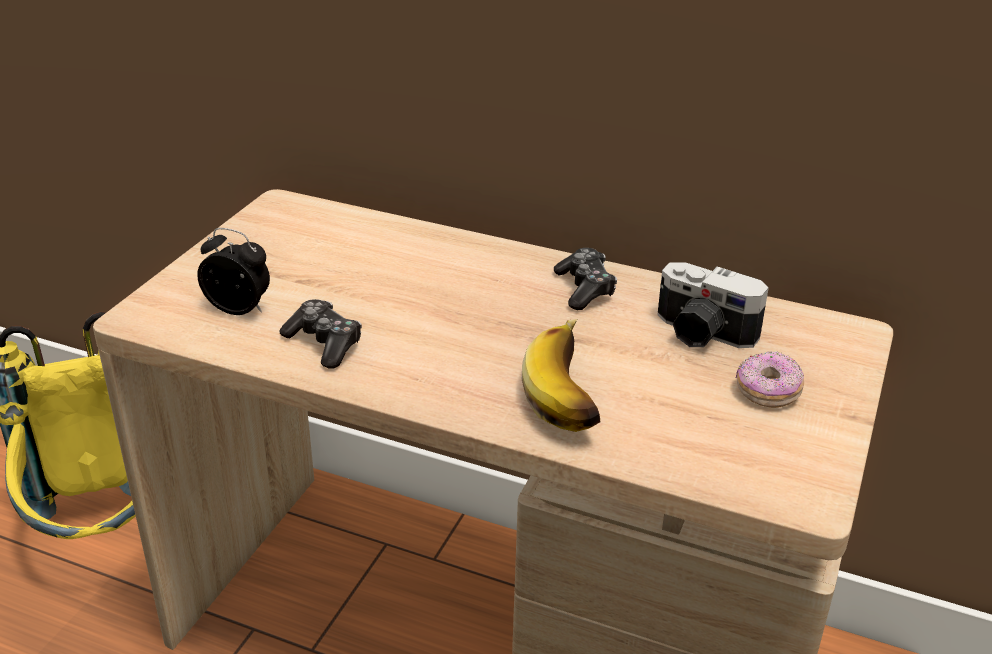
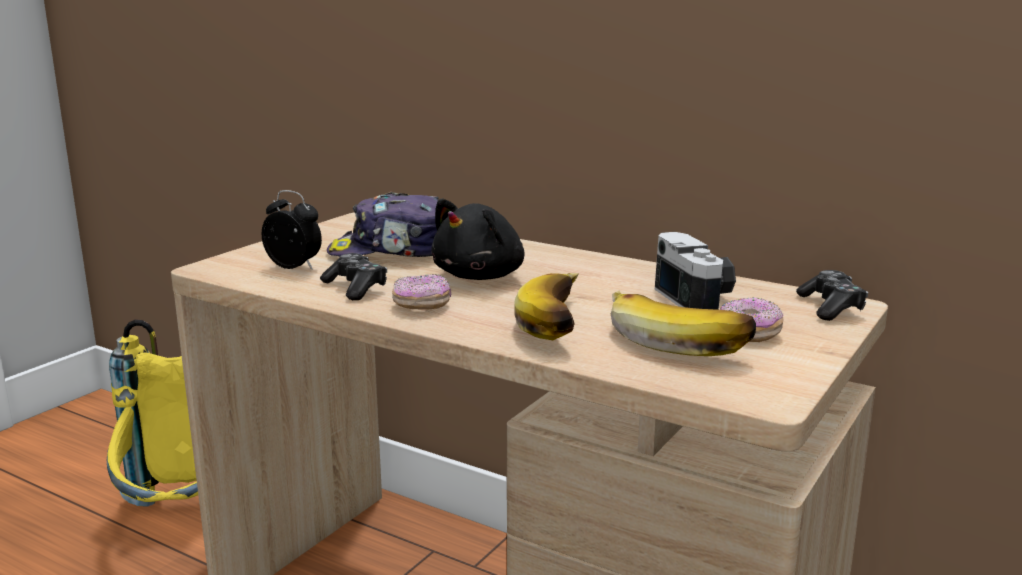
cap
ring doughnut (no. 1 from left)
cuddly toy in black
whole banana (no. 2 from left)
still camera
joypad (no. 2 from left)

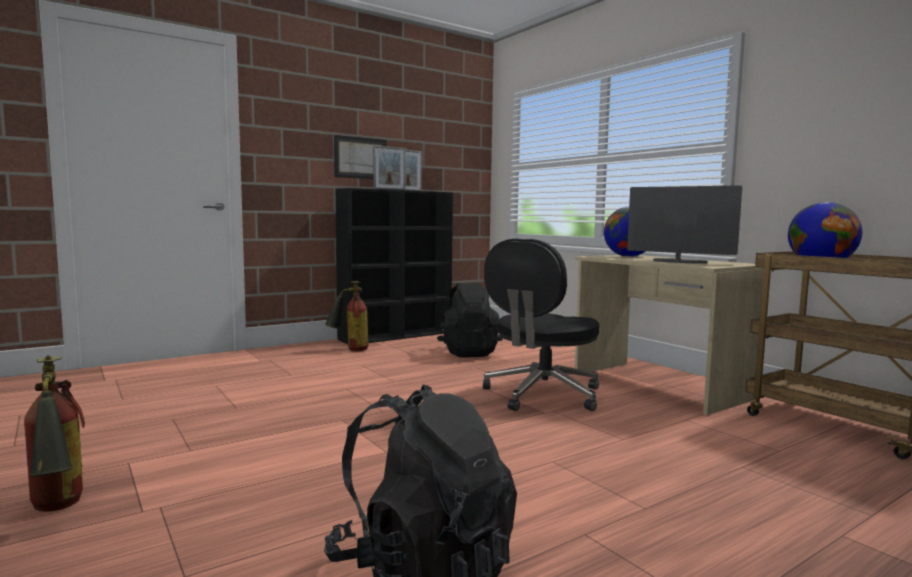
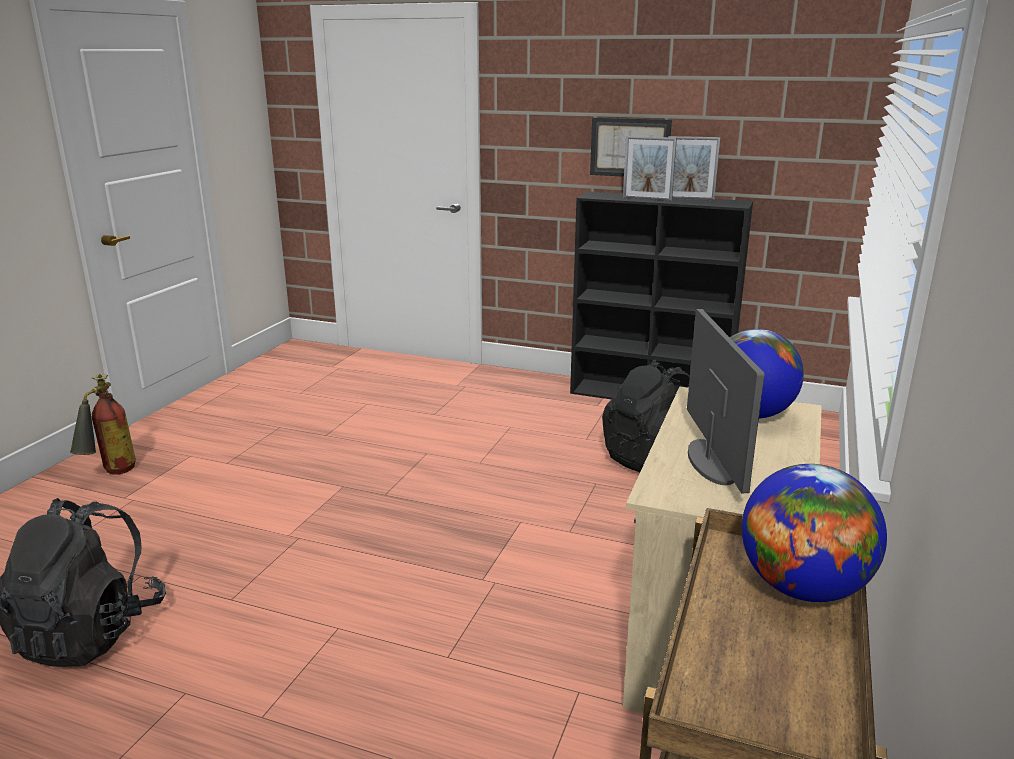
fire extinguisher (no. 2 from left in the first image)
desk chair in black

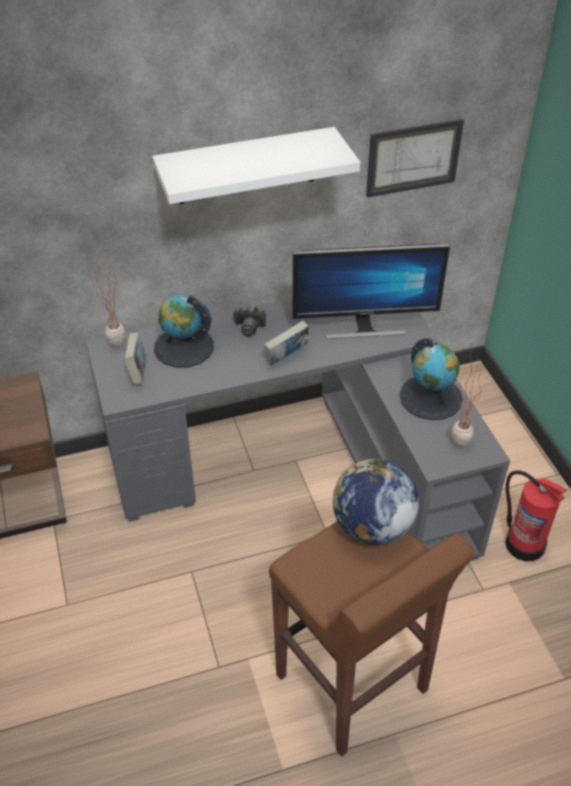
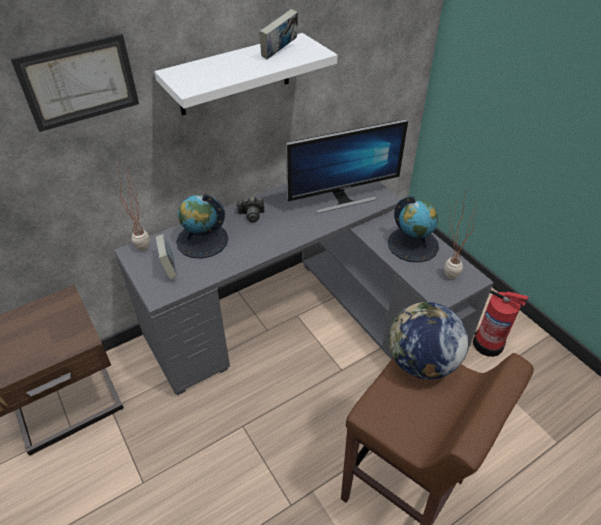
picture
bound book (no. 2 from left)

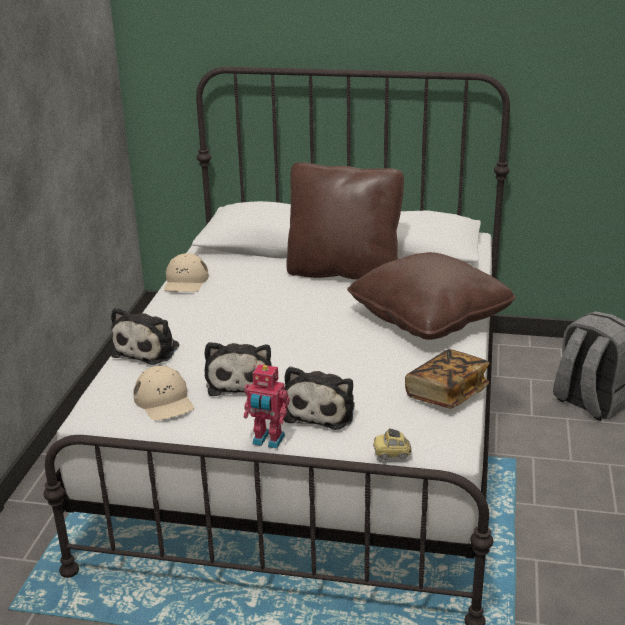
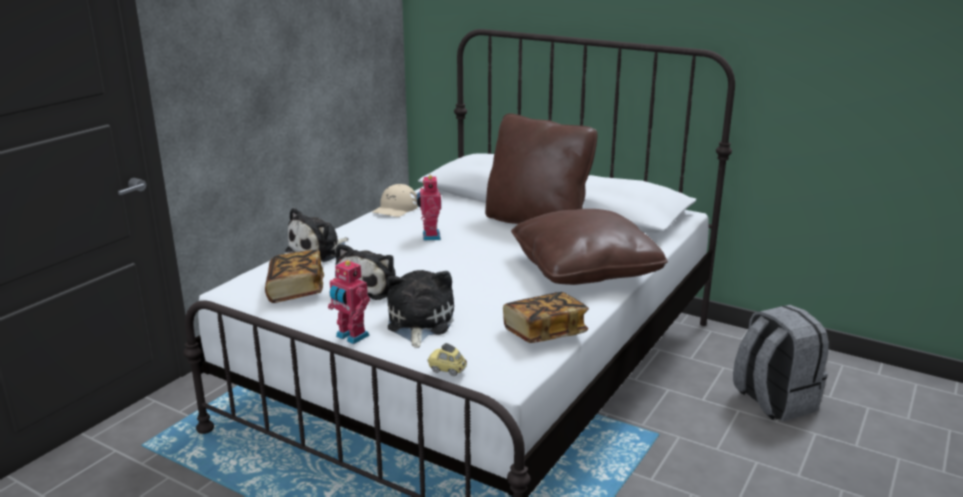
bound book (no. 1 from left)
cuddly toy (no. 3 from left)
toy robot (no. 2 from left)

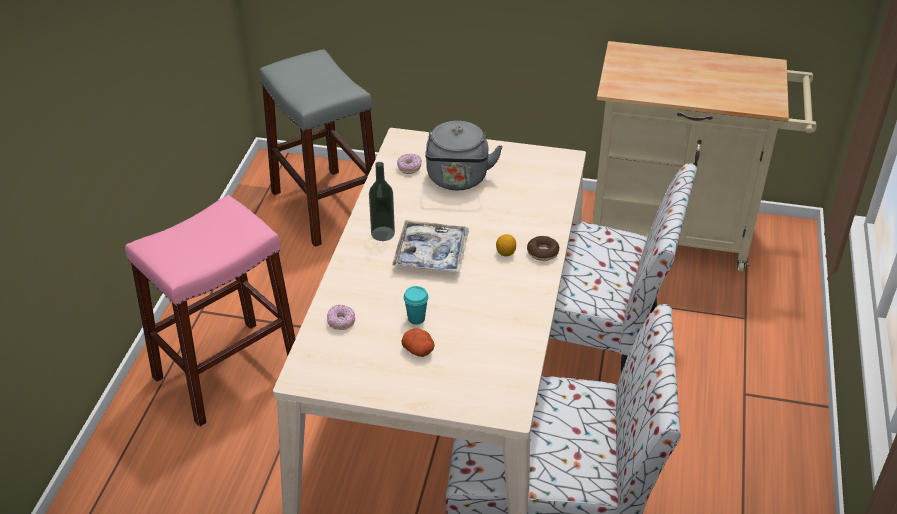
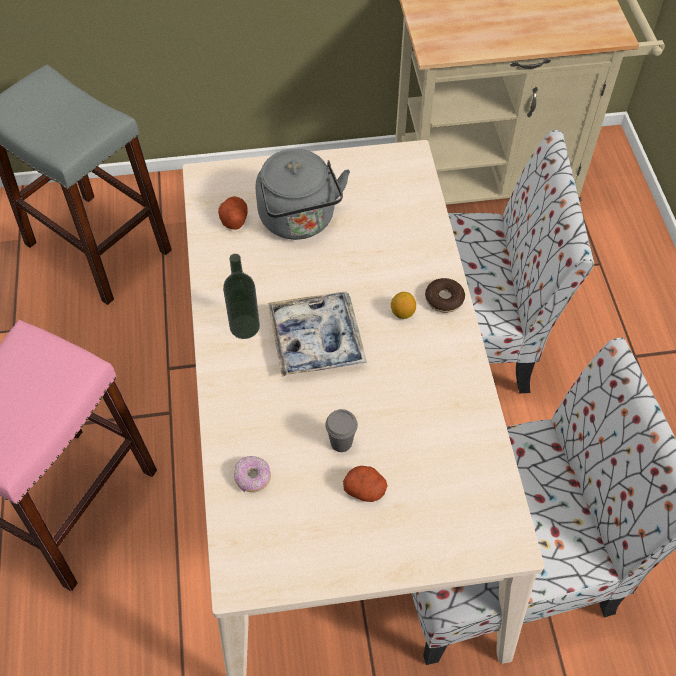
spud (no. 1 from left)
drinking cup in gray

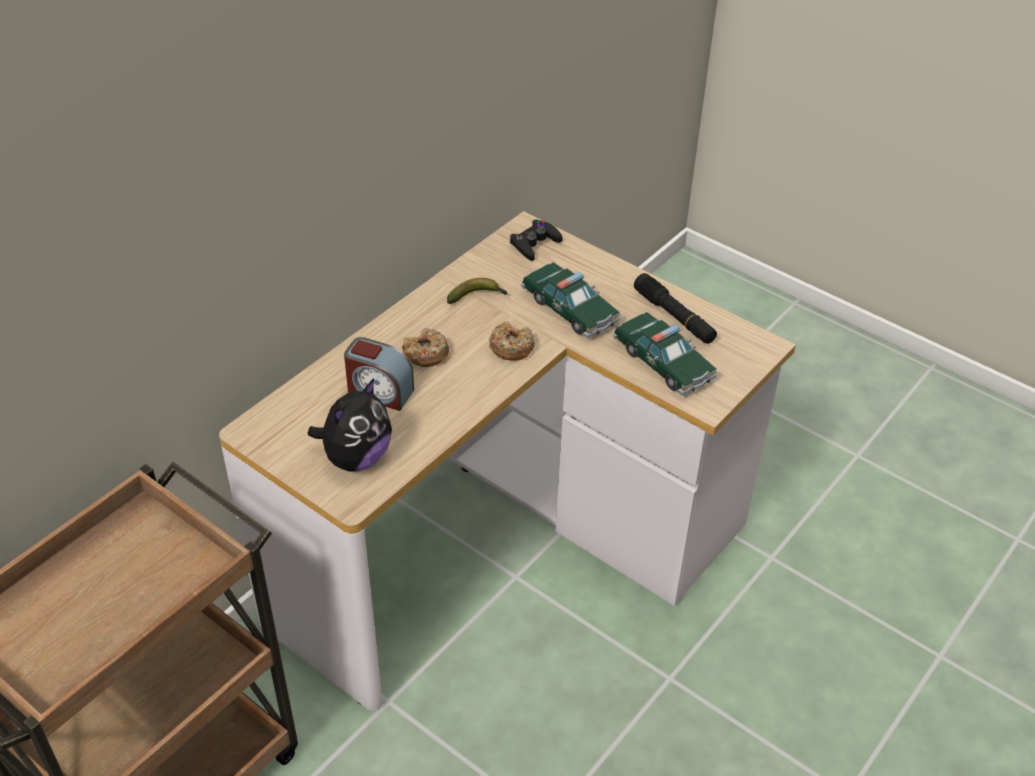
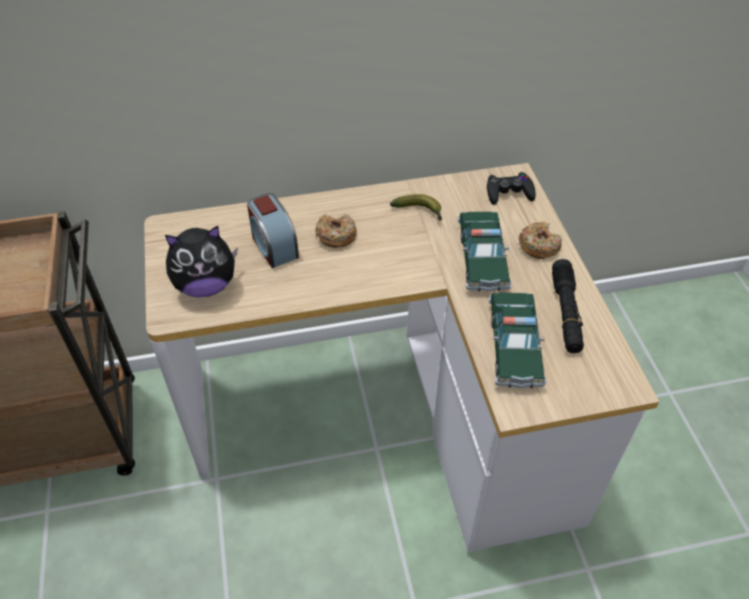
ring doughnut (no. 2 from left)

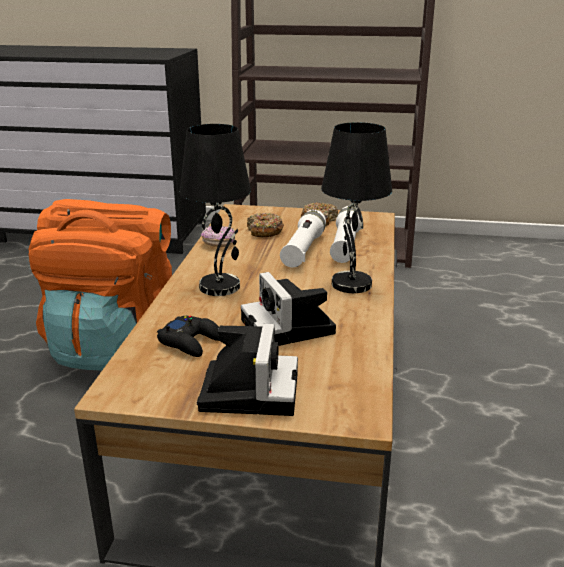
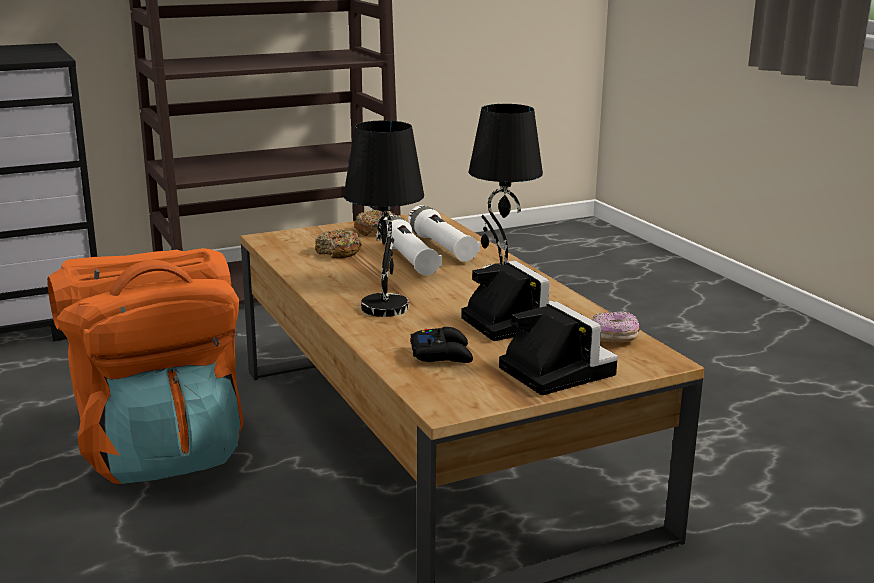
still camera (no. 1 from left)
ring doughnut (no. 3 from left)

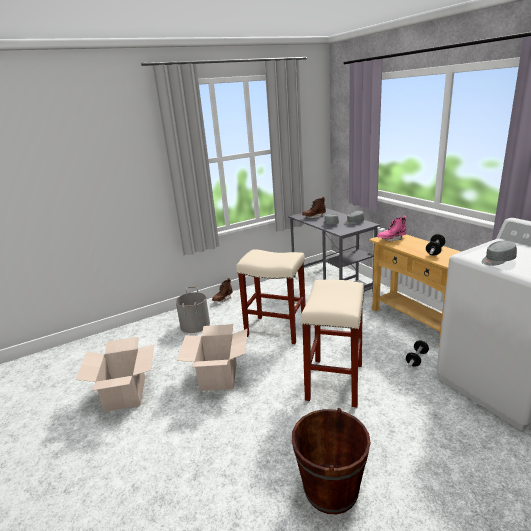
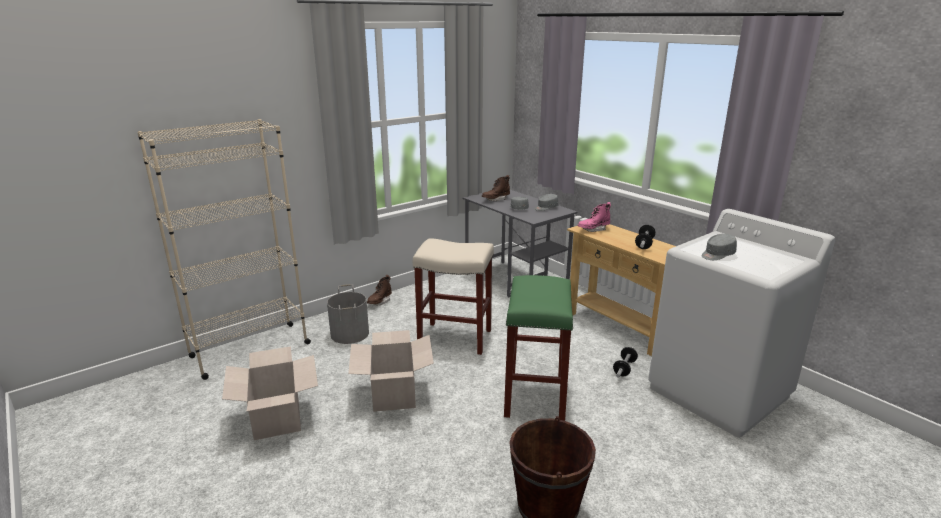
bookcase in beige
stool seat in green

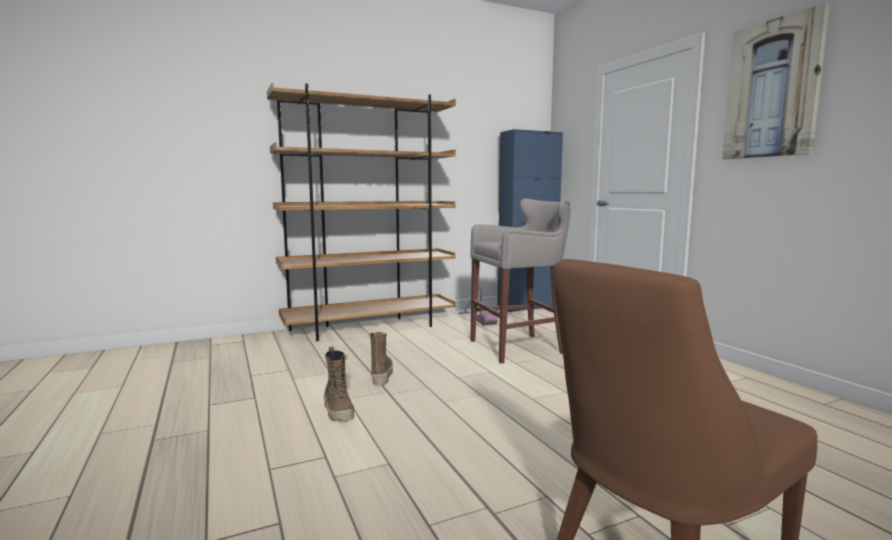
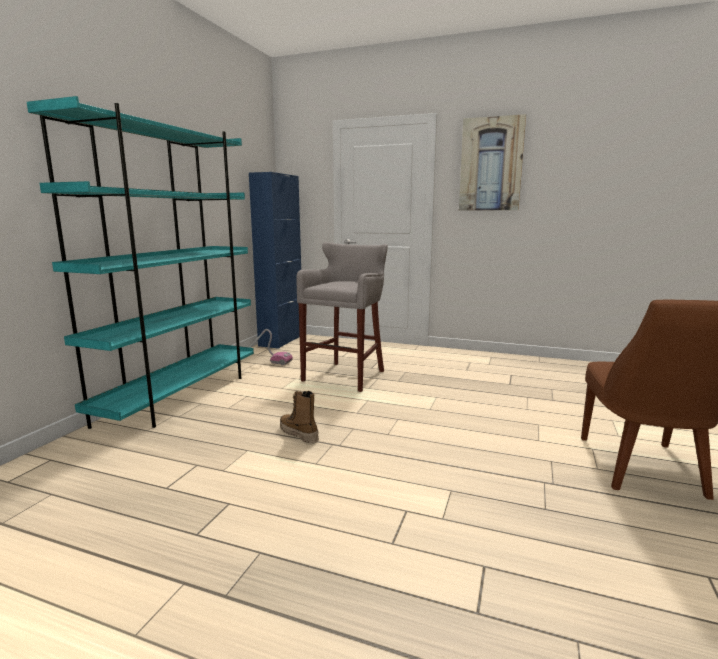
bookcase in turquoise-coloured
boot (no. 1 from left in the first image)

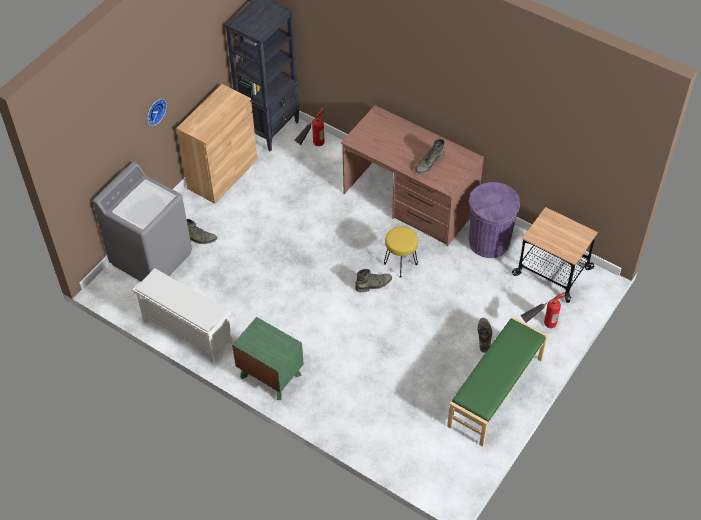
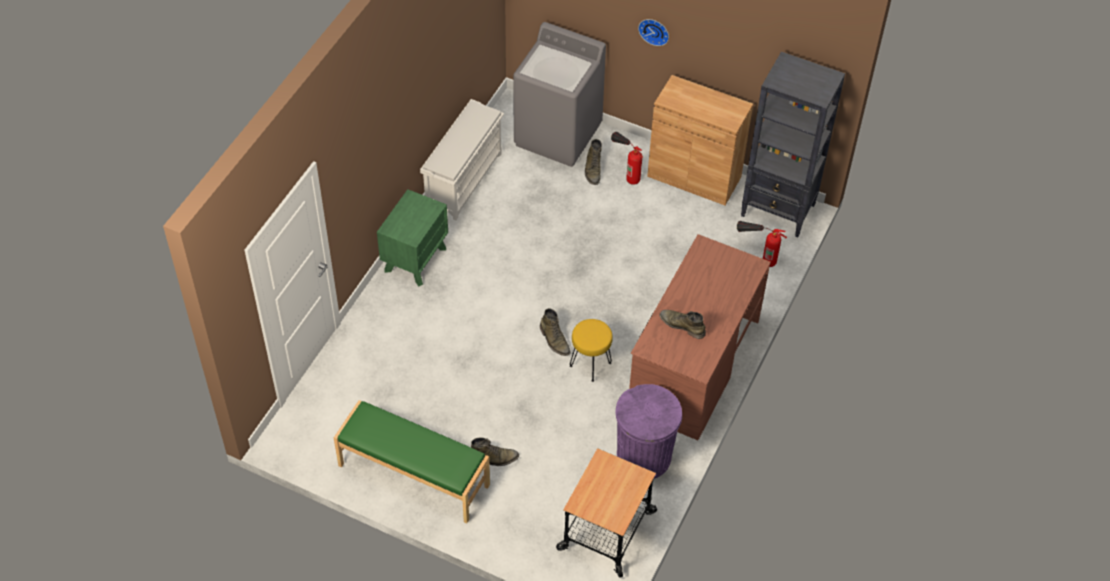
fire extinguisher (no. 1 from left)

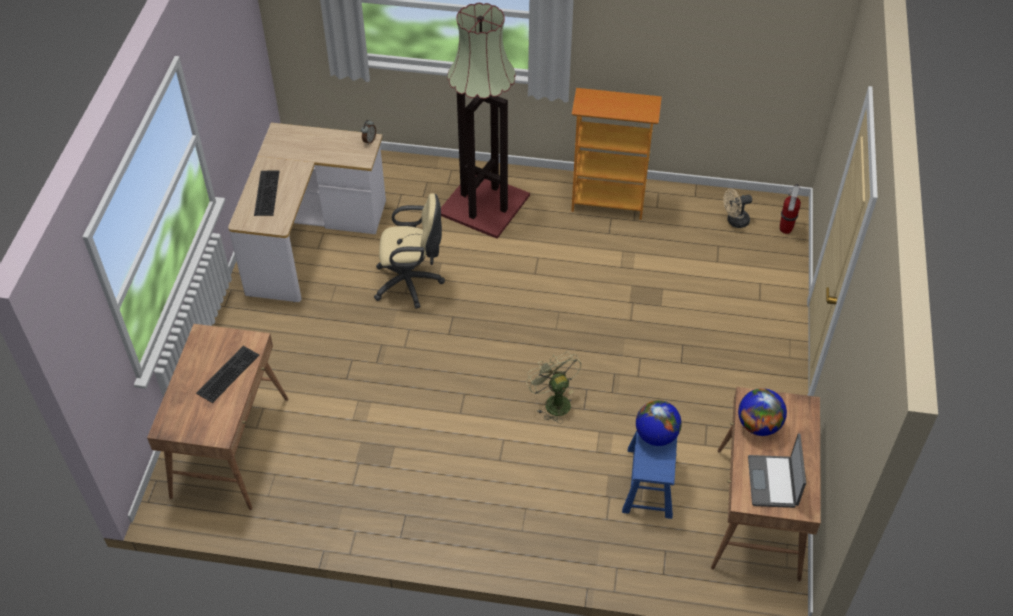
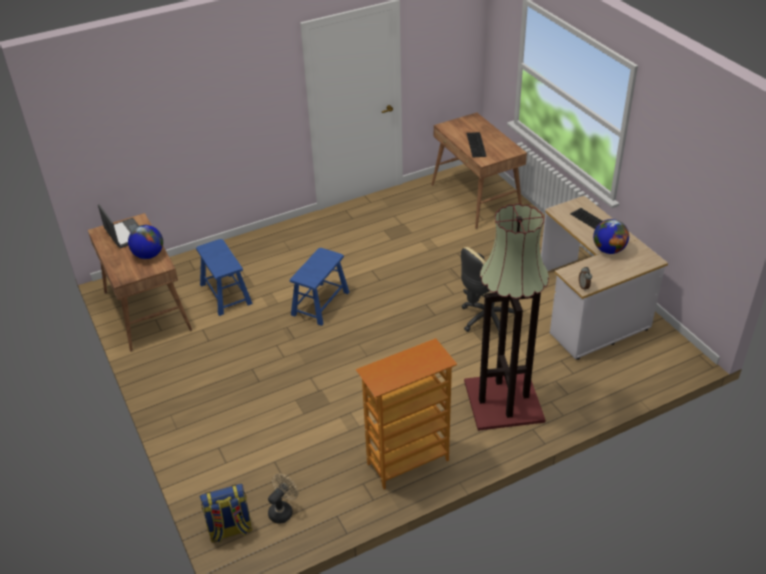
backpack
stool seat in blue (no. 2 from left)
world globe (no. 2 from left)

